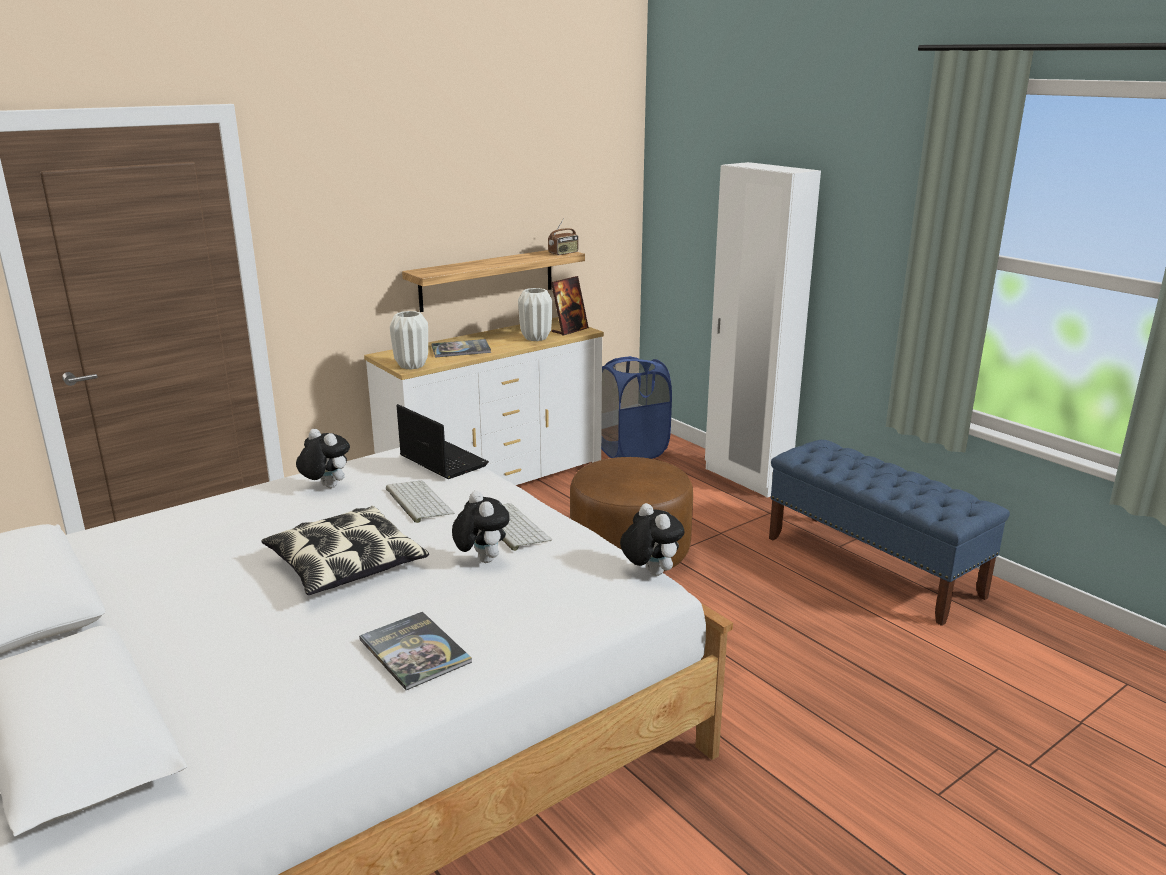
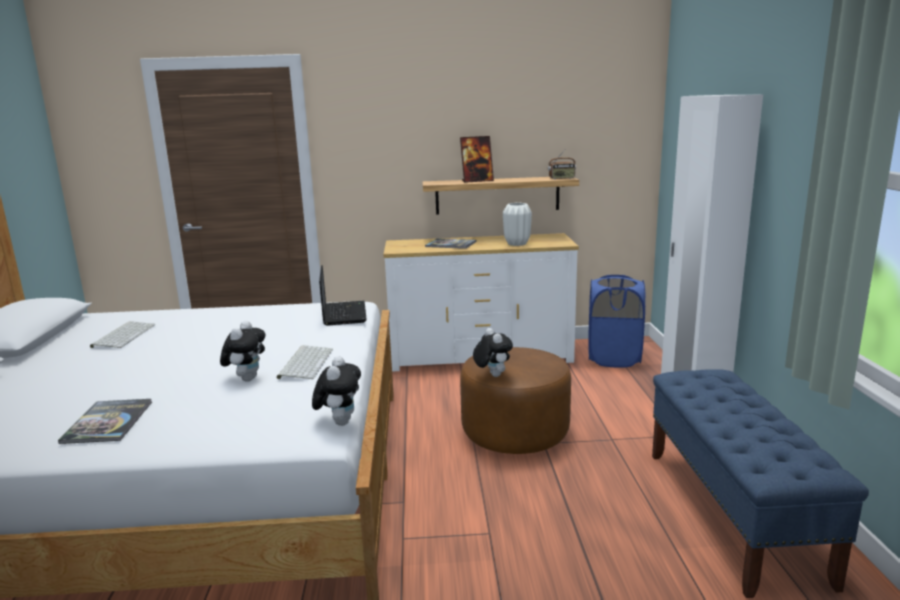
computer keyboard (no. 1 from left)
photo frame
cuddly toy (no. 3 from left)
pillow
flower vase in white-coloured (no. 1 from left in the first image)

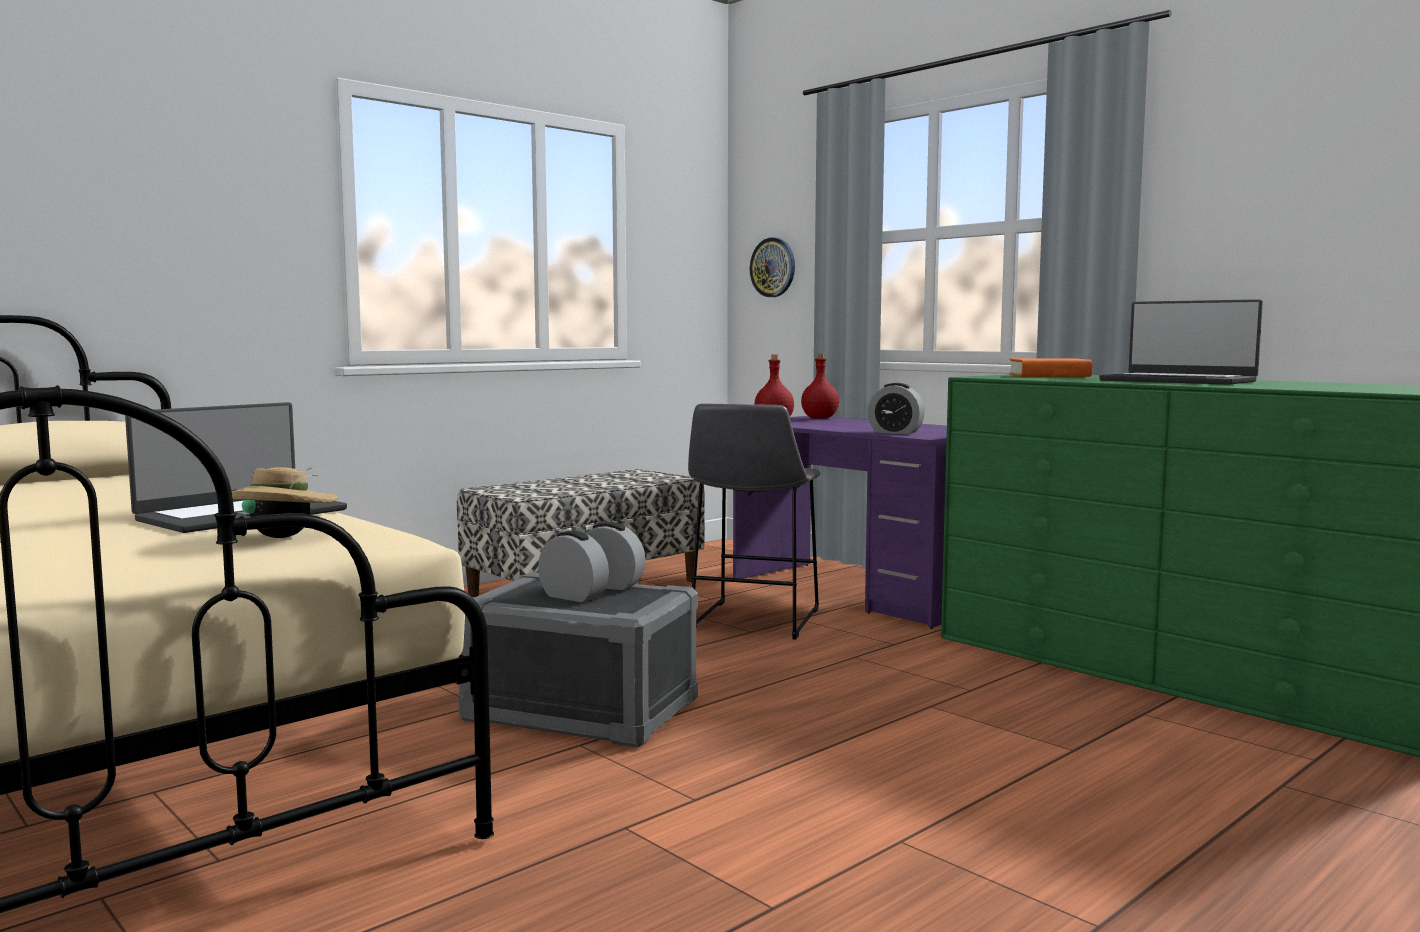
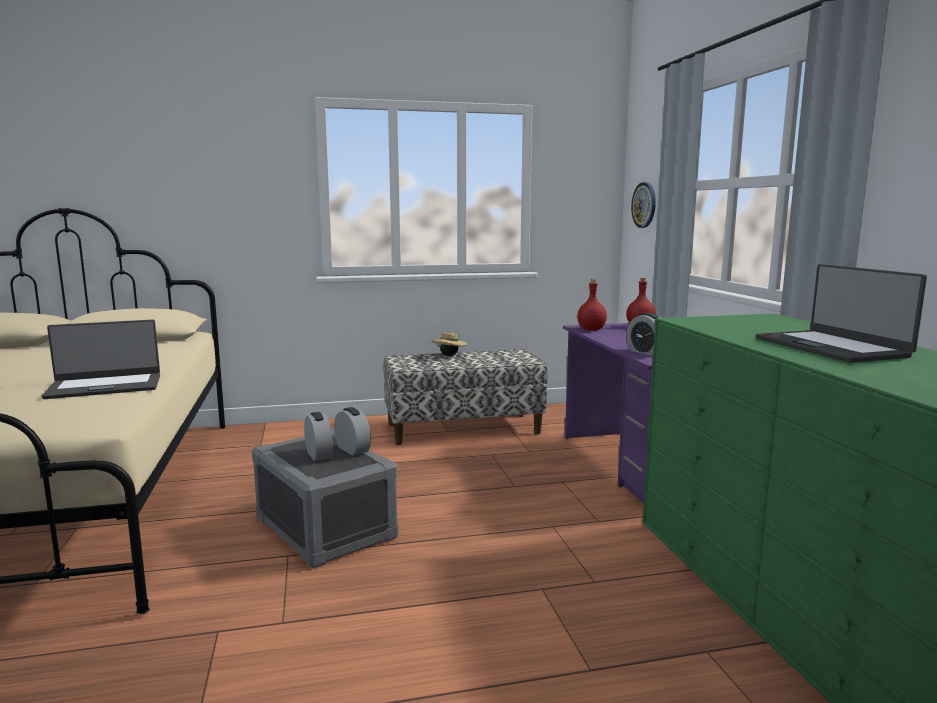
hat in beige
stool seat in gray
bound book in orange

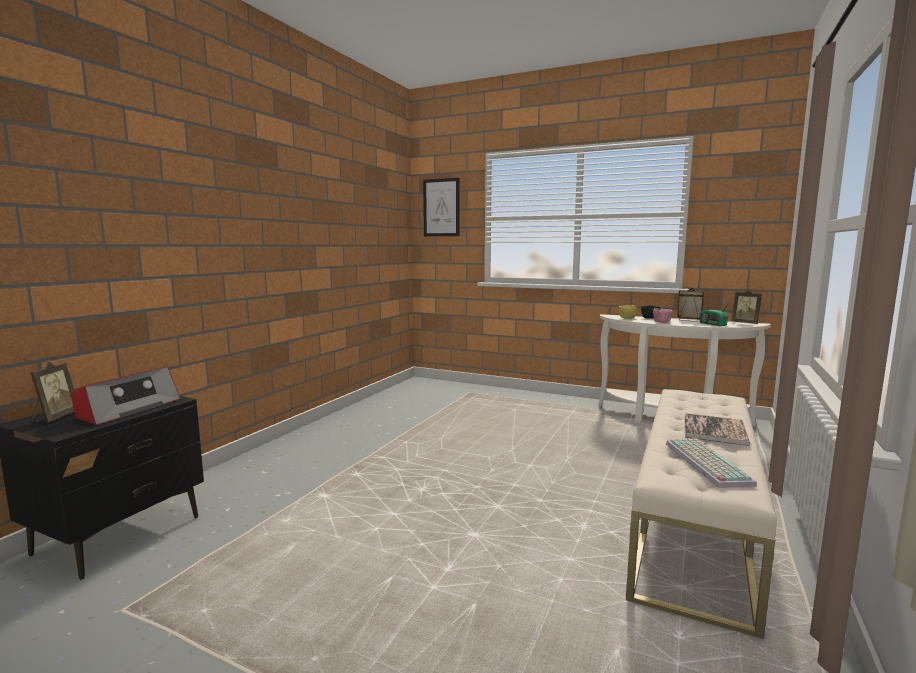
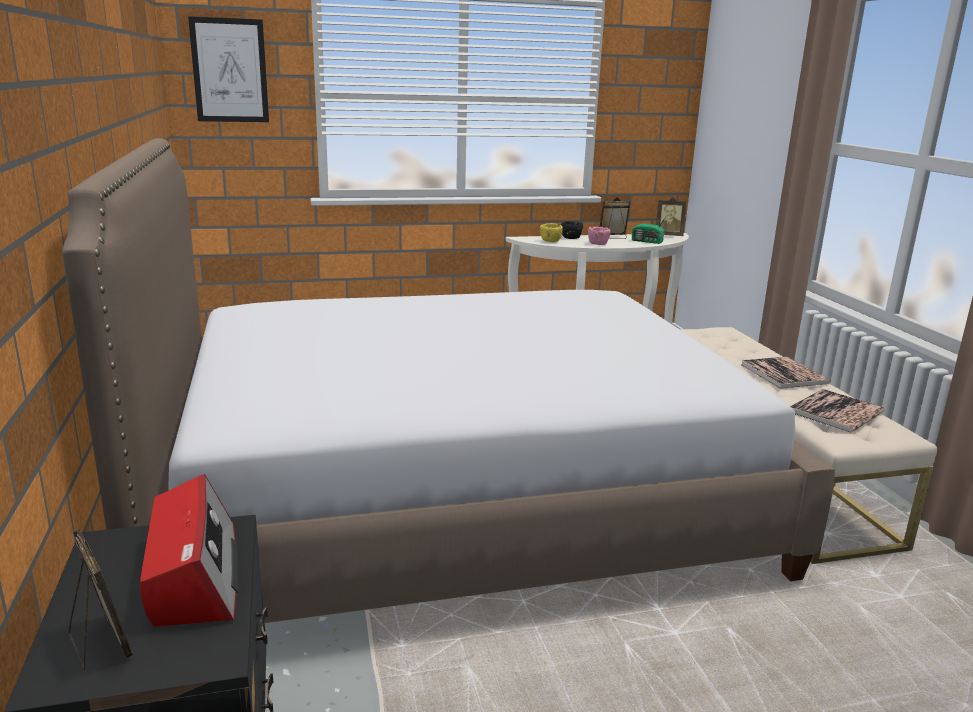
sleeping bed
bound book (no. 2 from left)

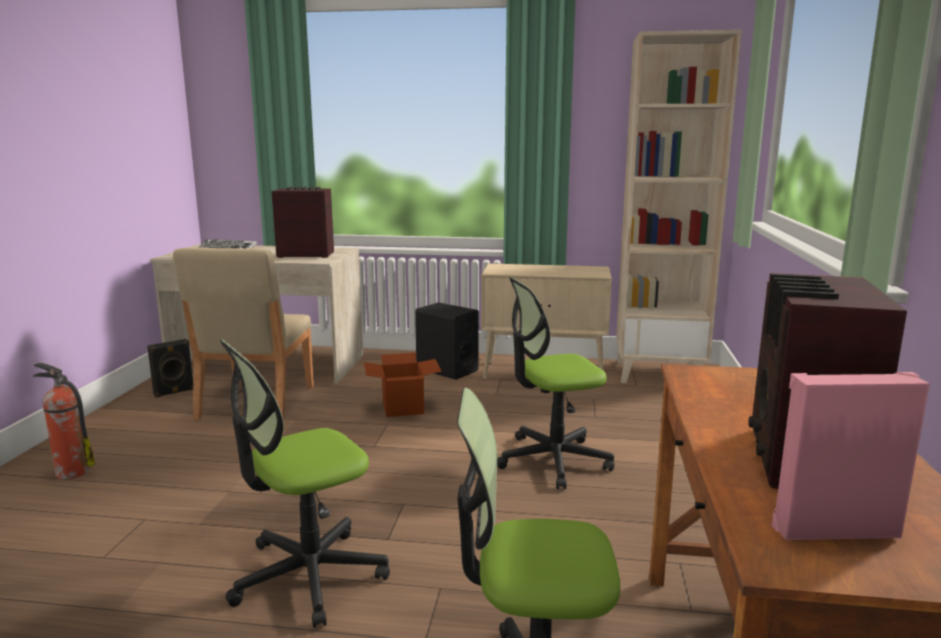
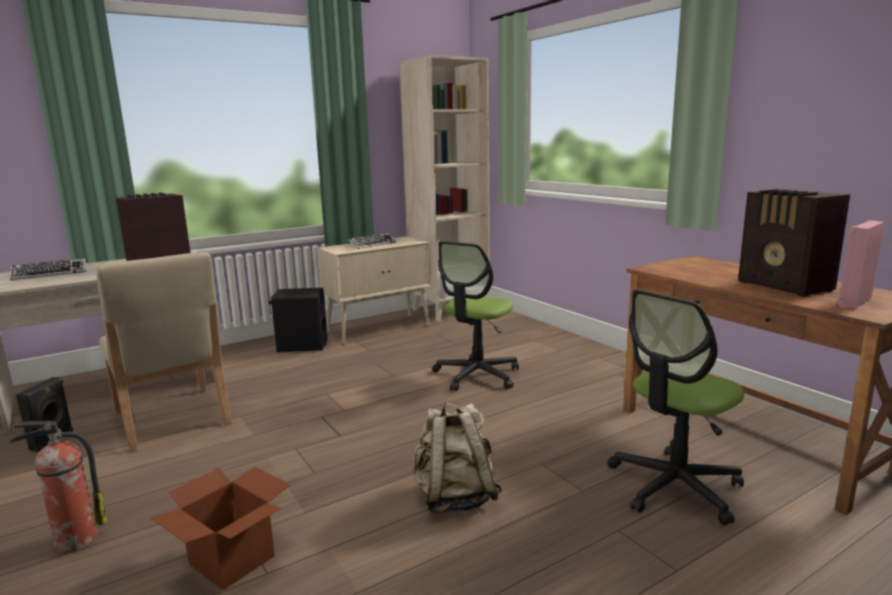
carton
computer keyboard (no. 2 from left)
backpack in beige

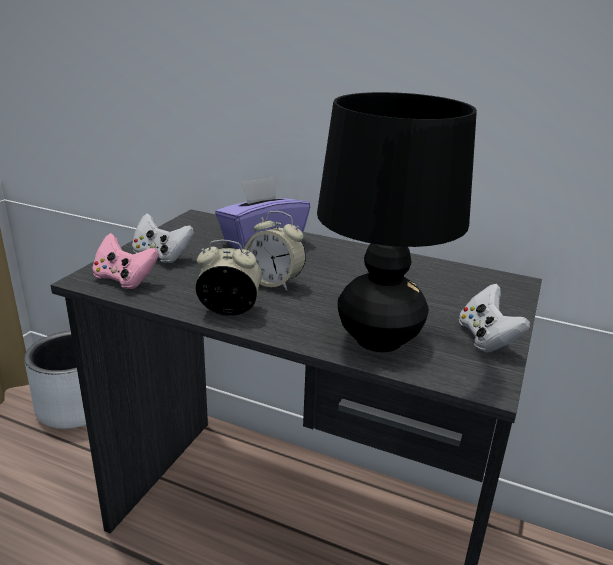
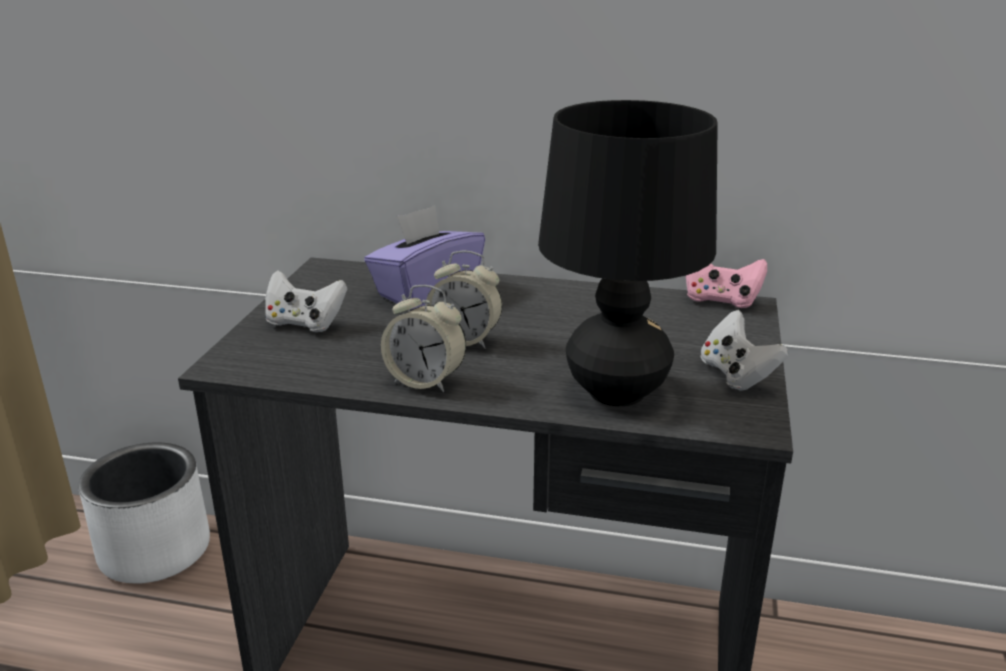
table clock (no. 1 from left)
joypad in pink

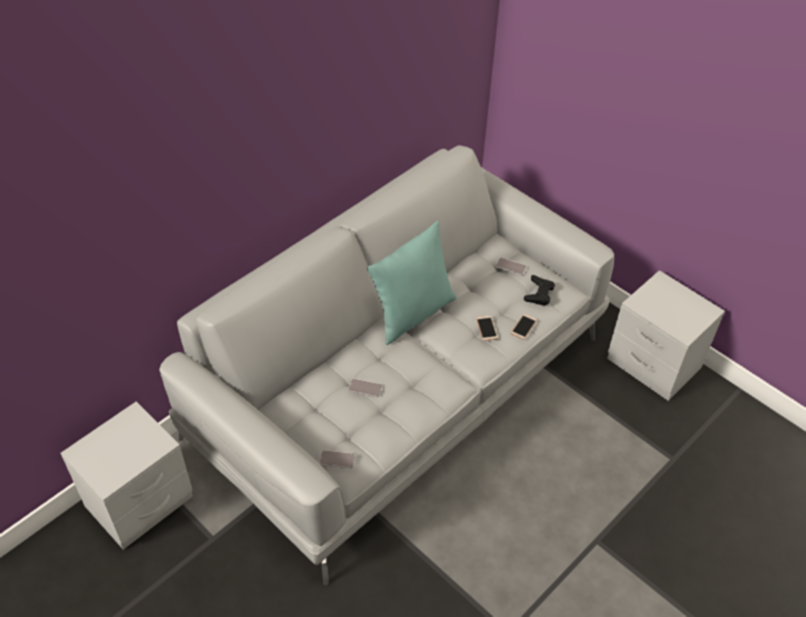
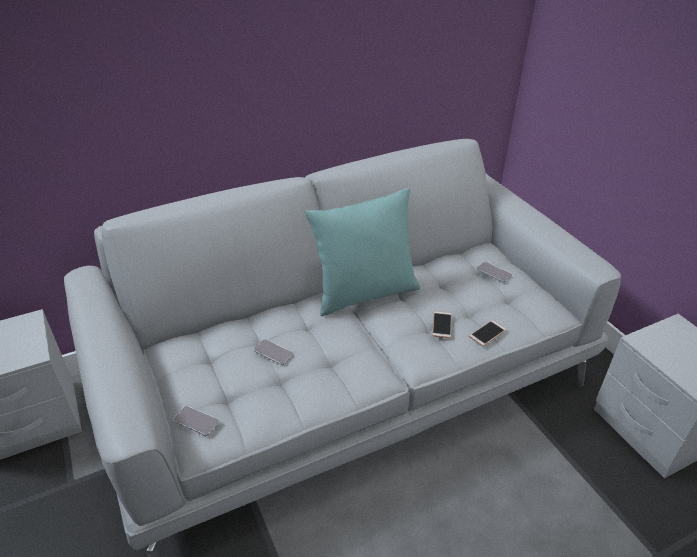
joypad in black

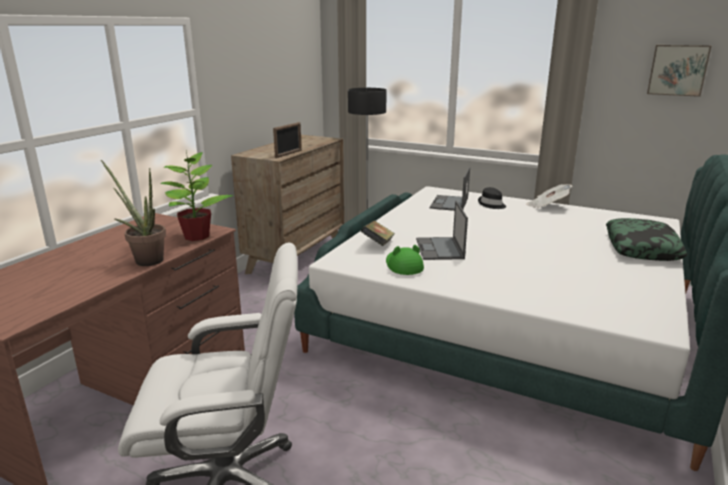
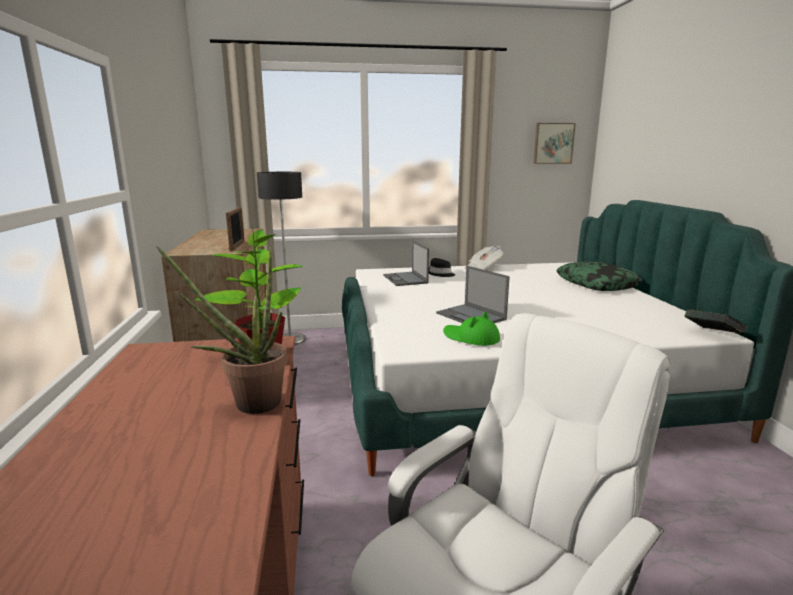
bound book

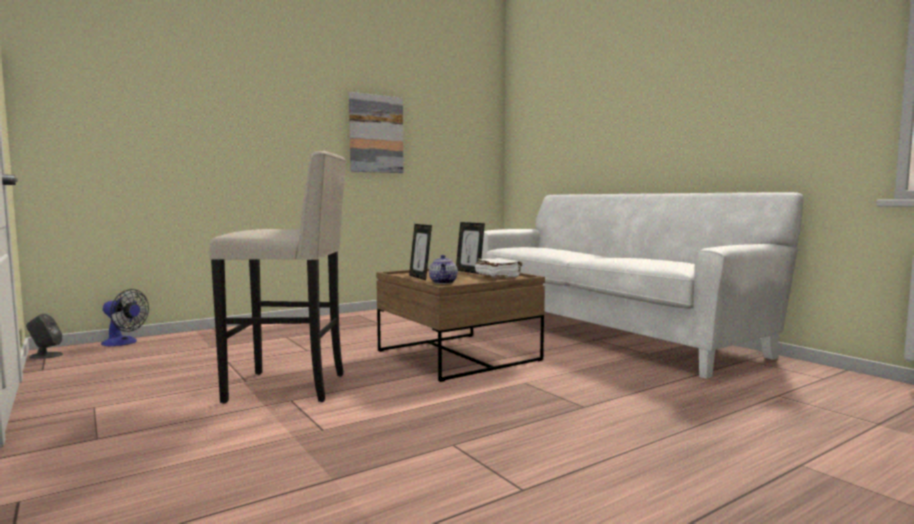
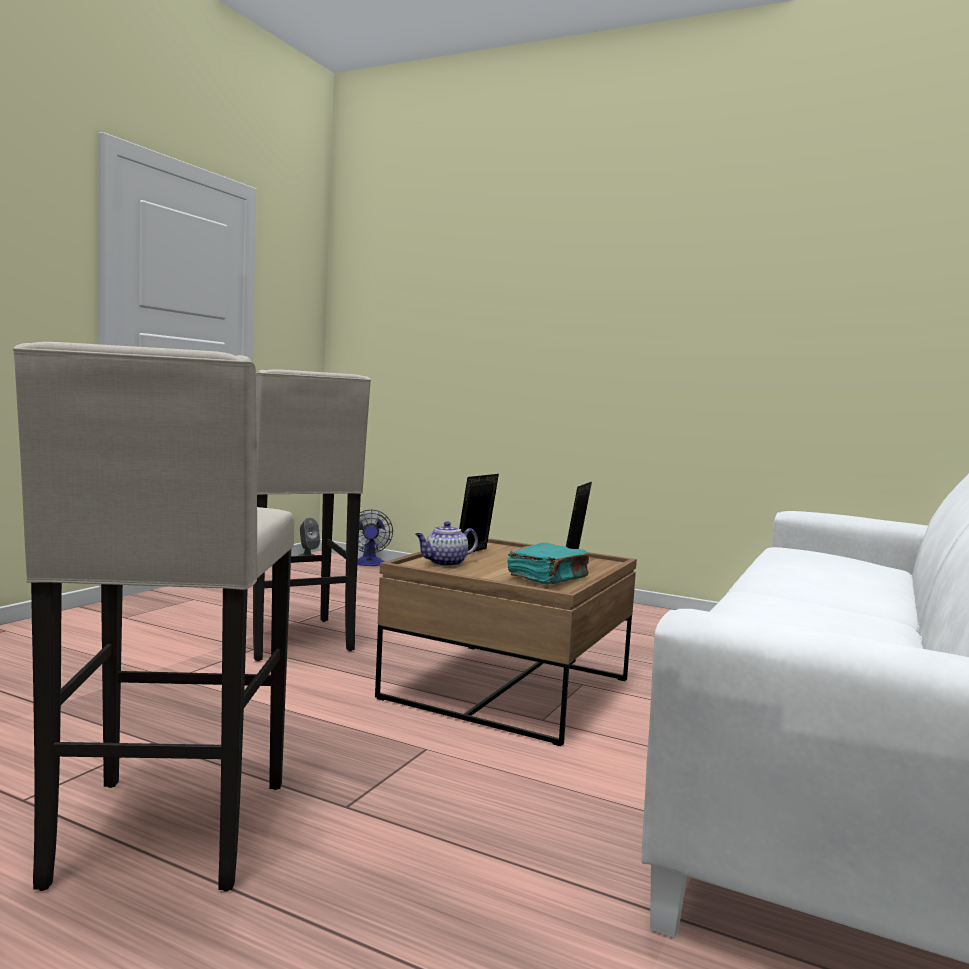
stool seat in beige (no. 1 from left)
bound book in turquoise-coloured
picture

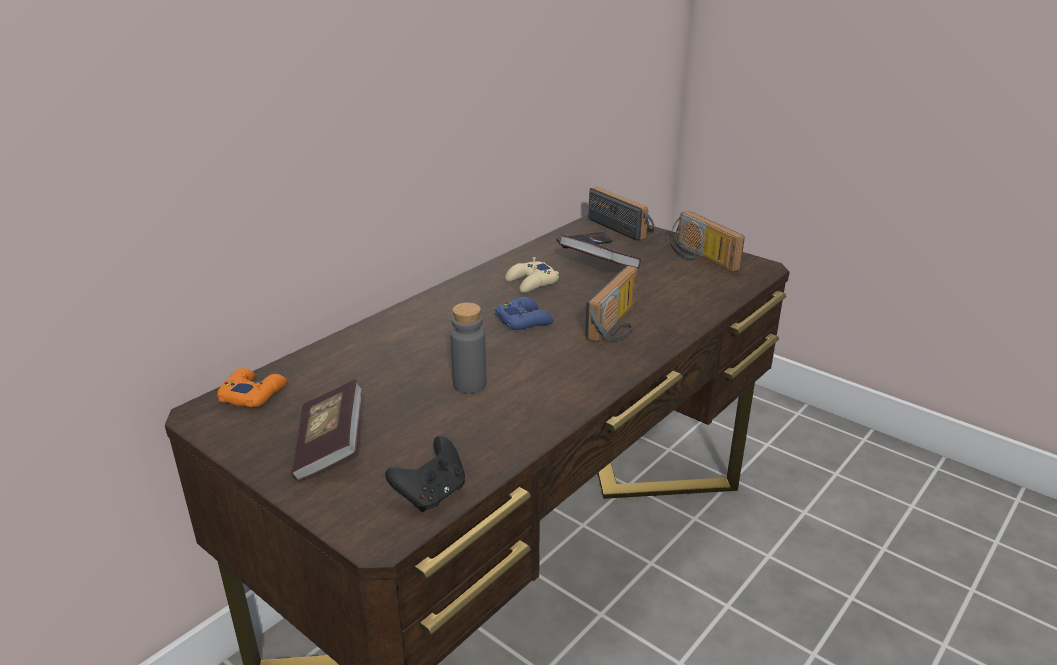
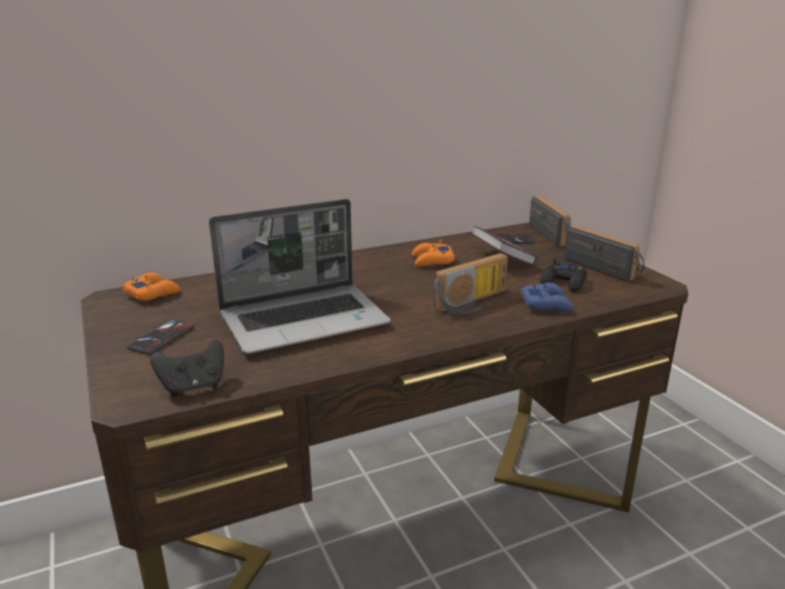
telephone (no. 1 from left)
portable computer
joypad in orange (no. 2 from left)
joypad in blue
joypad in black (no. 2 from left)
radio set (no. 3 from left)

